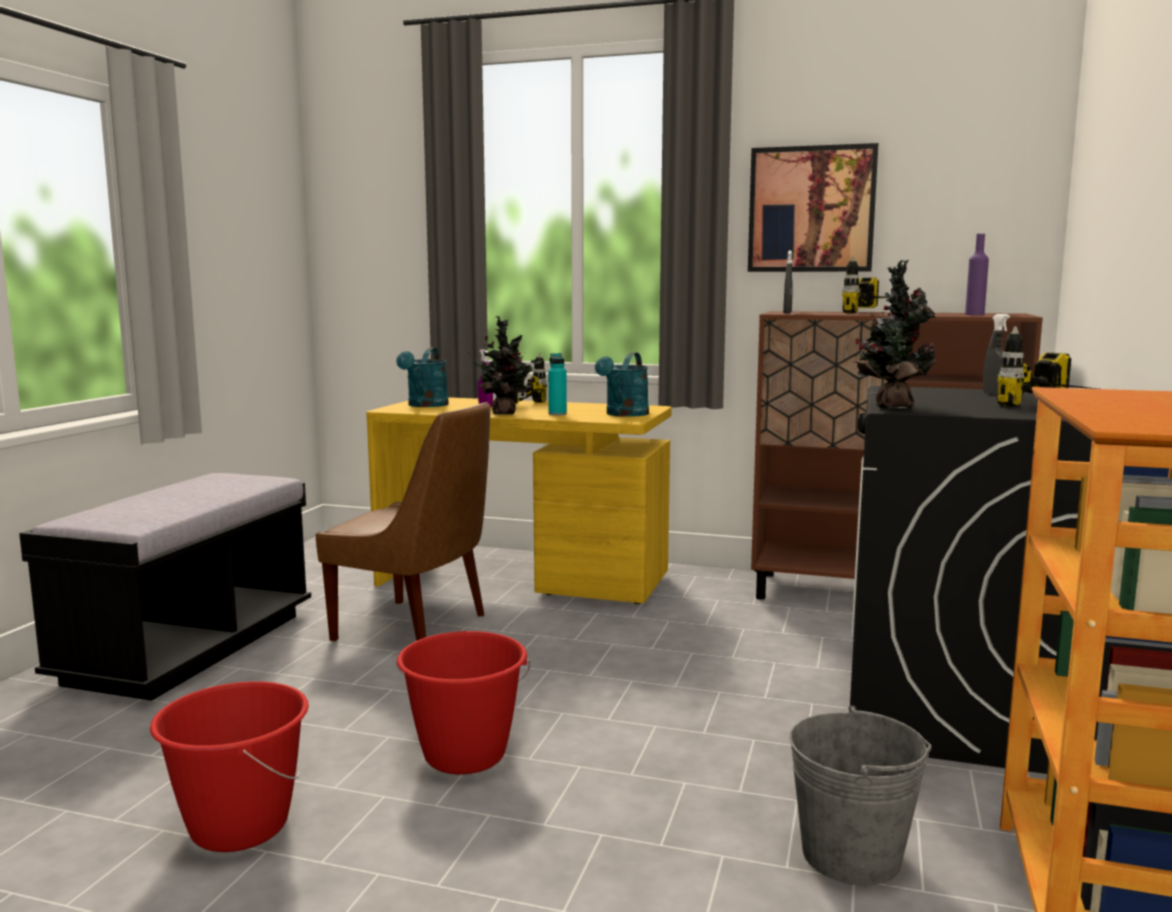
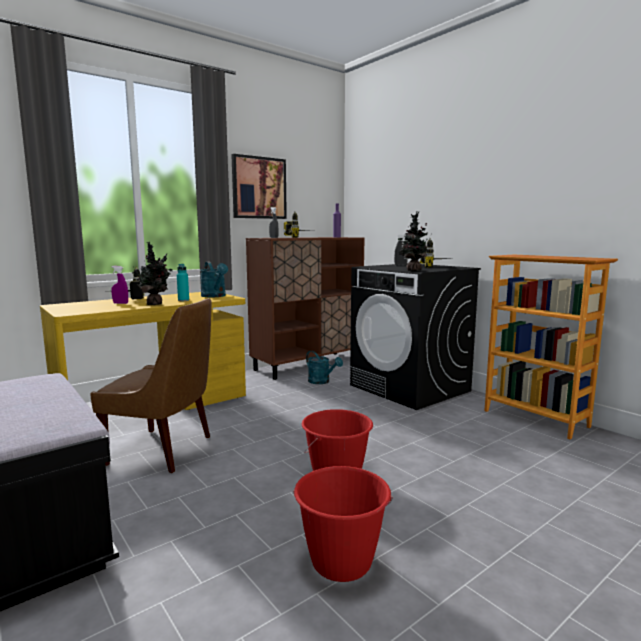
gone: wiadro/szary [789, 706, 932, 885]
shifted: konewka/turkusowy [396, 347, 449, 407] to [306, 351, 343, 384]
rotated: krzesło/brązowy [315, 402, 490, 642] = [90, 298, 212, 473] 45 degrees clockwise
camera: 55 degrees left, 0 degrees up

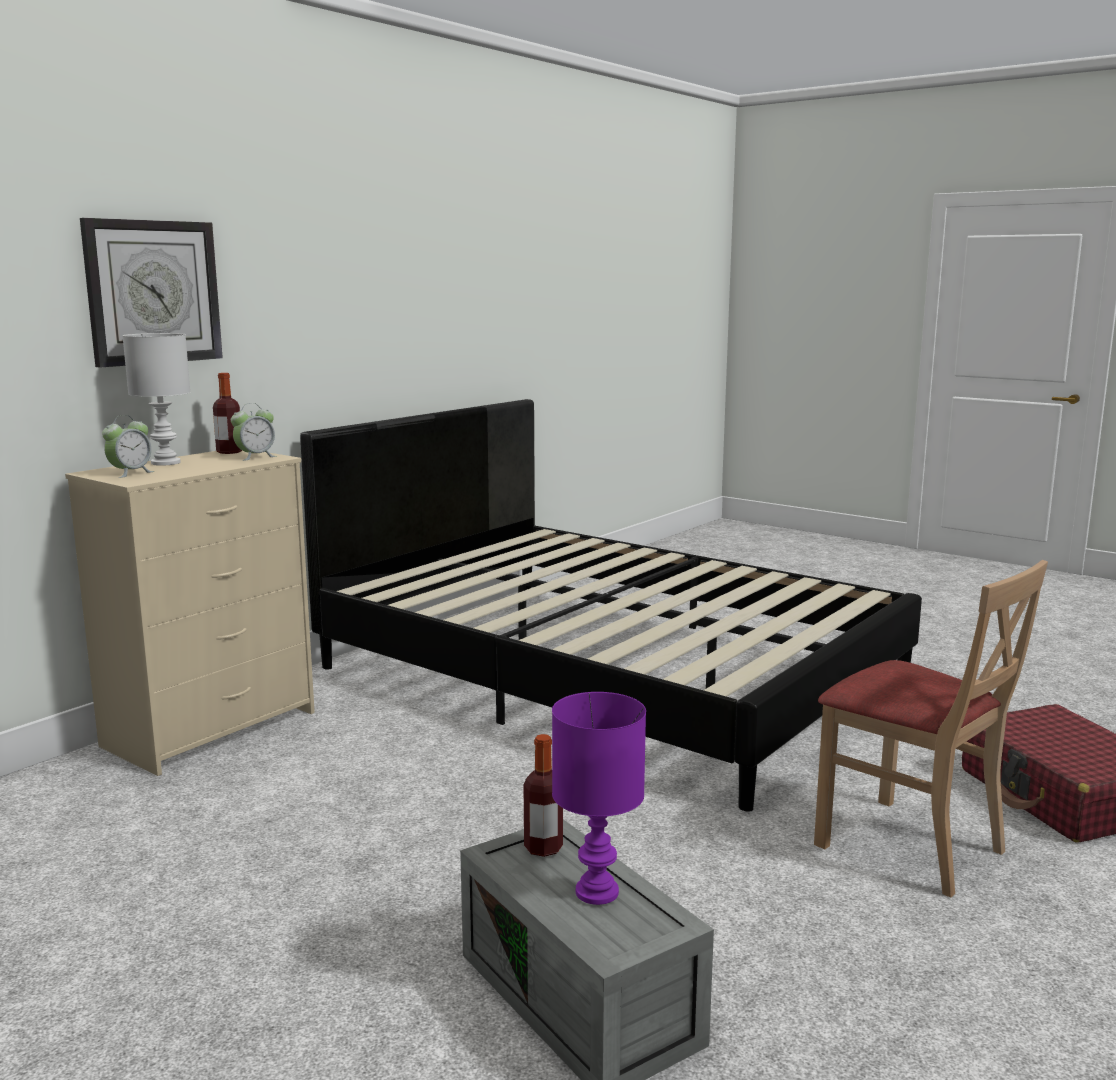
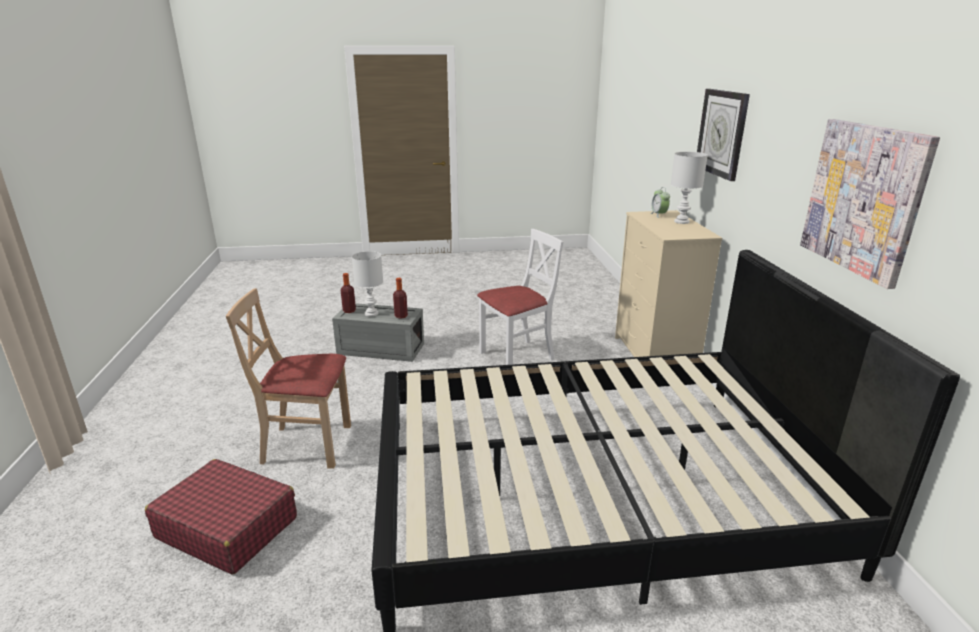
gone: budzik [231, 403, 277, 461]
new: krzesło/biały [477, 229, 563, 365]; obraz [800, 119, 940, 289]
shifted: butelka [213, 373, 242, 454] to [341, 273, 356, 313]
repainted: lampa stołowa/fioletowy [552, 692, 646, 905] to lampa stołowa/biały [352, 251, 383, 317]
camera: 135 degrees right, 10 degrees up

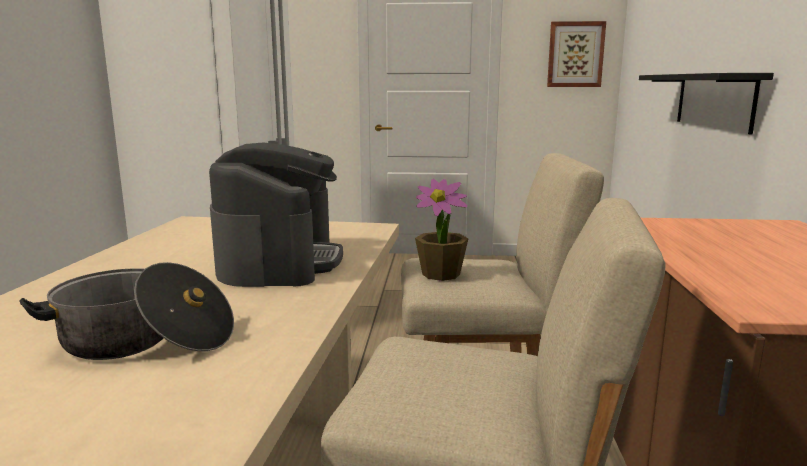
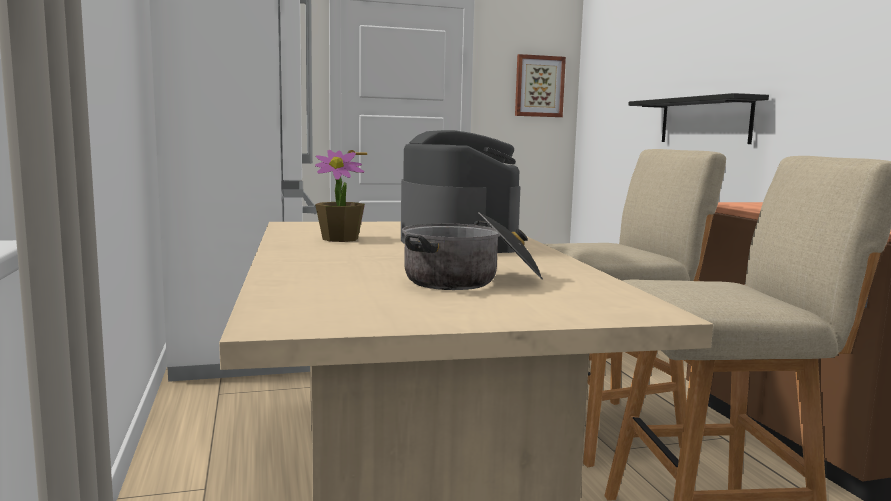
shifted: roślina doniczkowa [415, 179, 469, 281] to [315, 150, 365, 242]
camera: 20 degrees left, 5 degrees down

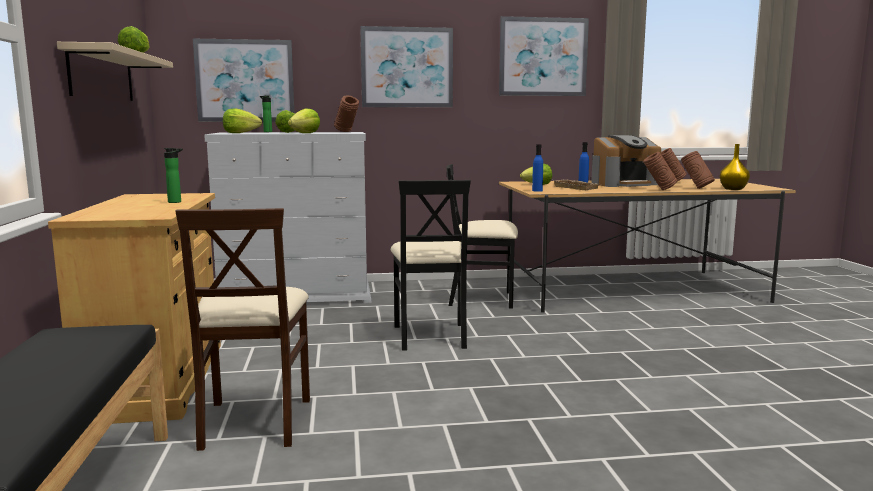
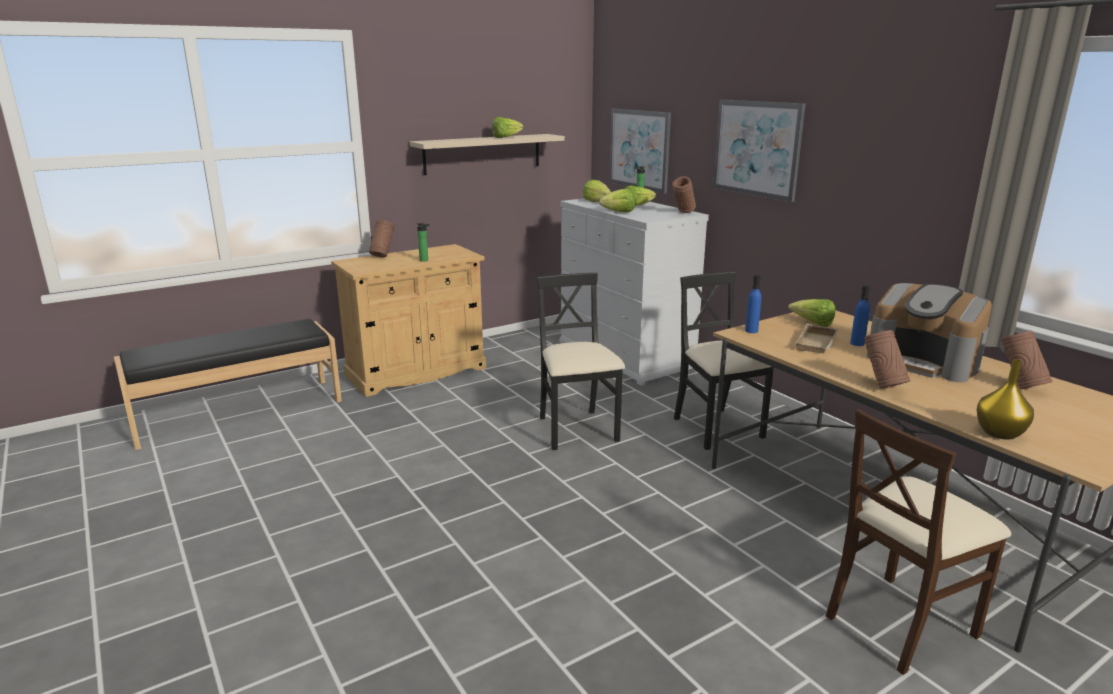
gone: obraz [499, 16, 589, 96]
shifted: krzesło/beżowy [176, 208, 310, 451] to [826, 409, 1011, 675]; wazon/brązowy [681, 151, 715, 189] to [369, 220, 394, 258]
rotated: krzesło/czarny [391, 180, 471, 351] = [537, 273, 625, 450] 105 degrees clockwise
camera: 65 degrees right, 10 degrees up

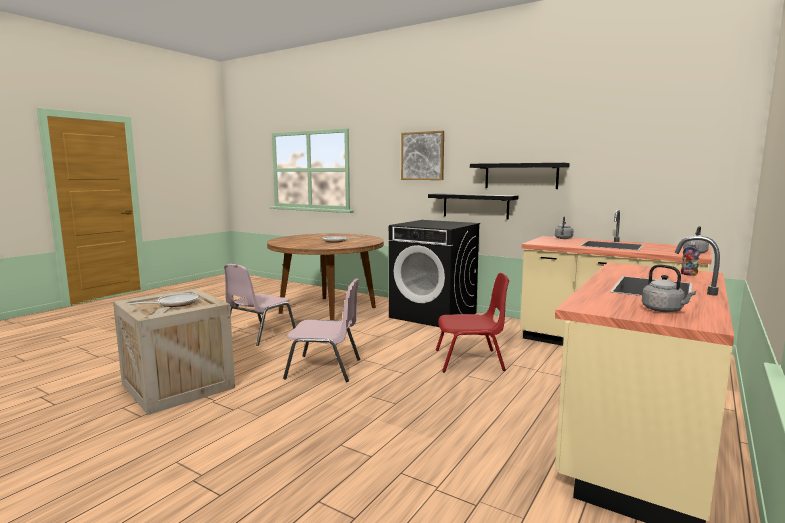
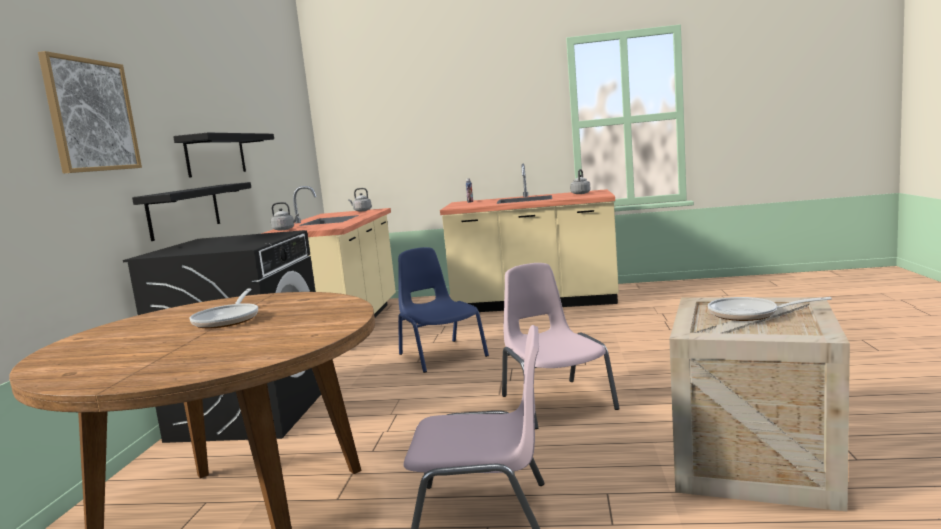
repainted: krzesło/czerwony [436, 273, 509, 372] to krzesło/niebieski [398, 247, 489, 373]
camera: 115 degrees left, 0 degrees up

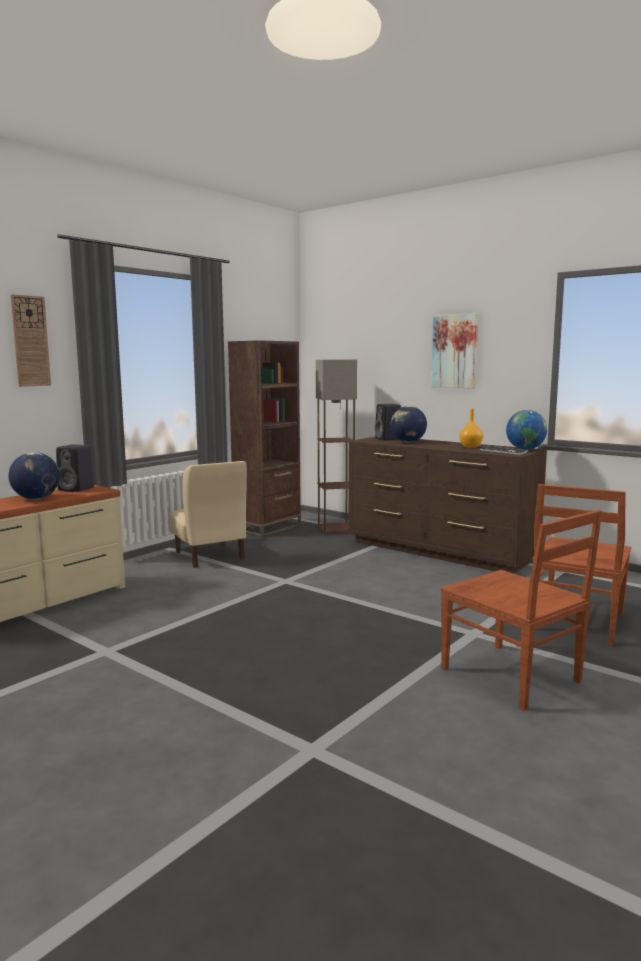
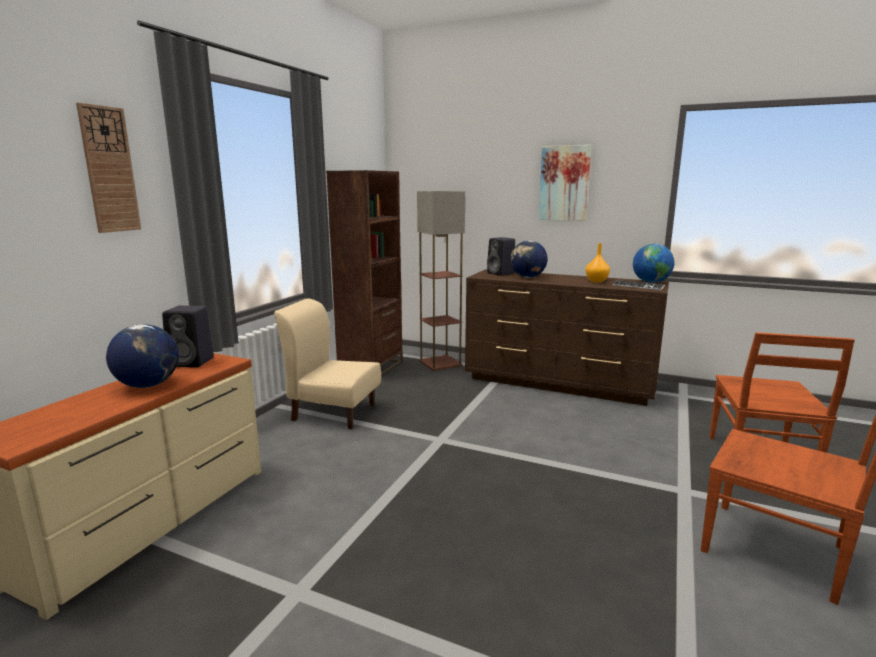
rotated: krzesło/beżowy [169, 461, 247, 568] = [274, 298, 381, 429] 150 degrees clockwise
camera: 15 degrees left, 5 degrees up

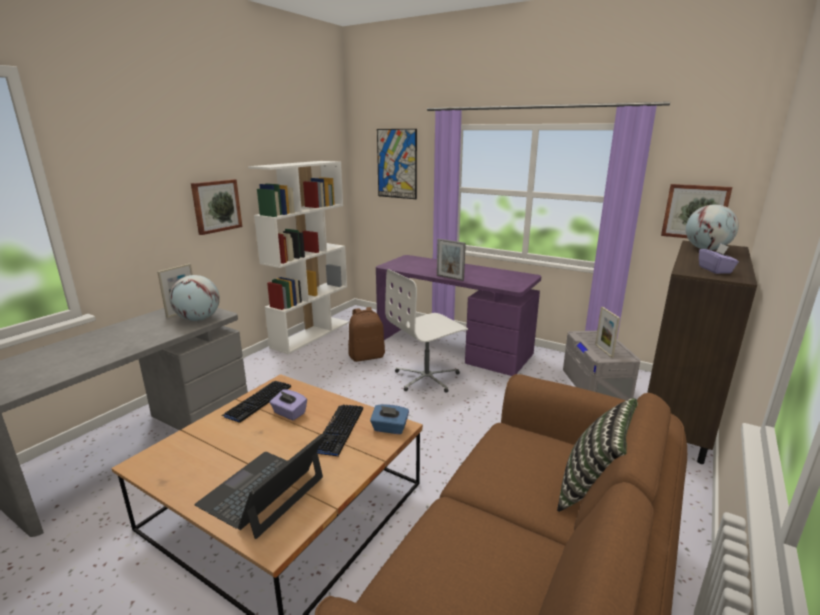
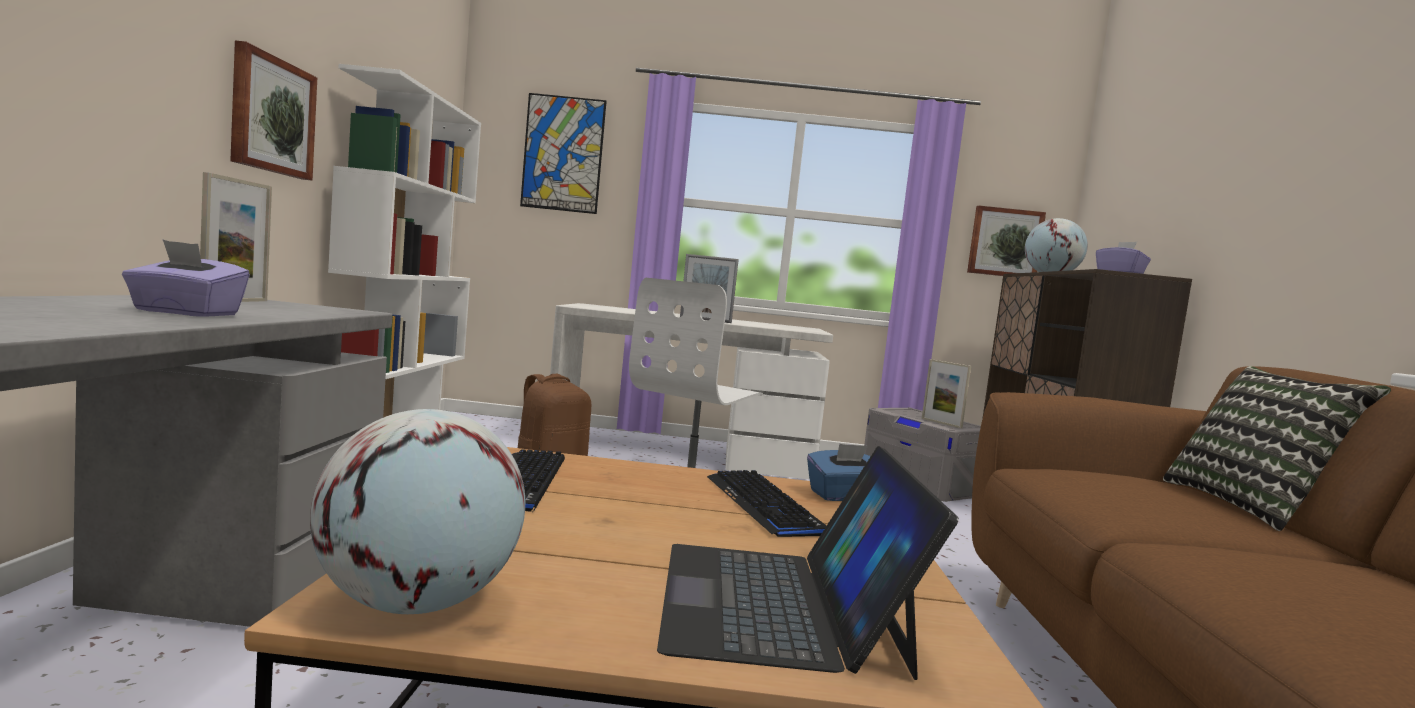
shifted: globus [169, 275, 220, 321] to [310, 409, 525, 614]; pudełko chusteczek/fioletowy [270, 390, 307, 420] to [122, 240, 250, 317]
repainted: biurko/fioletowy [376, 255, 541, 376] to biurko/biały [550, 303, 833, 480]
camera: 30 degrees left, 15 degrees down

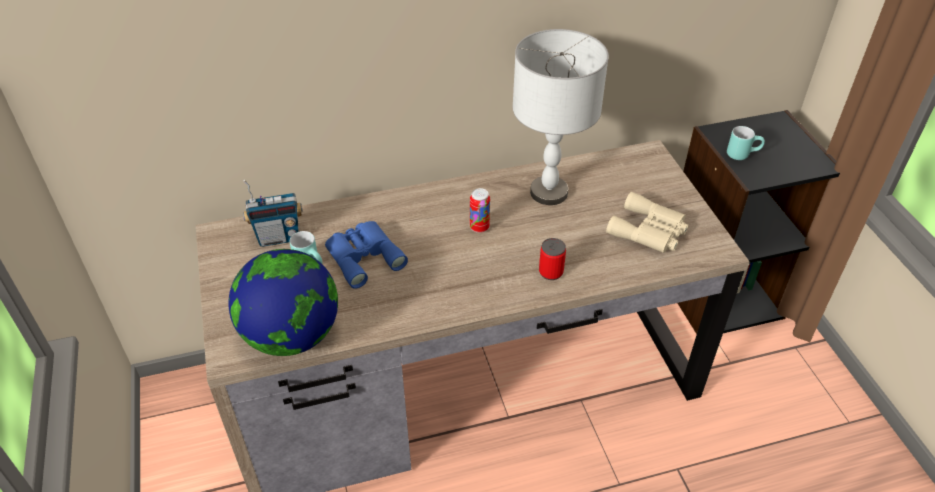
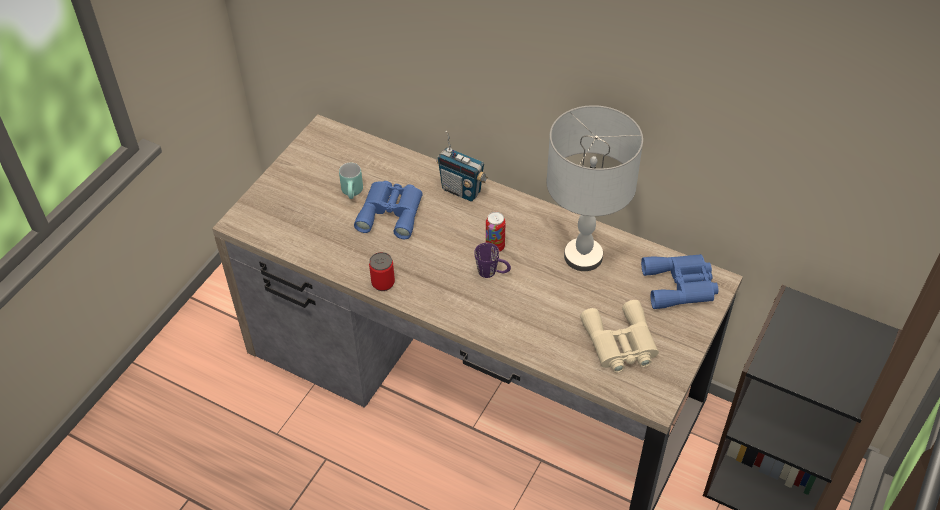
gone: globus [228, 249, 338, 356]; kubek/turkusowy [727, 126, 765, 160]
new: kubek/fioletowy [474, 243, 511, 278]; lornetka/niebieski [641, 254, 718, 309]
shifted: radio [243, 180, 303, 247] to [436, 131, 488, 202]; puszka [539, 238, 566, 280] to [369, 252, 395, 291]
camera: 45 degrees right, 5 degrees up

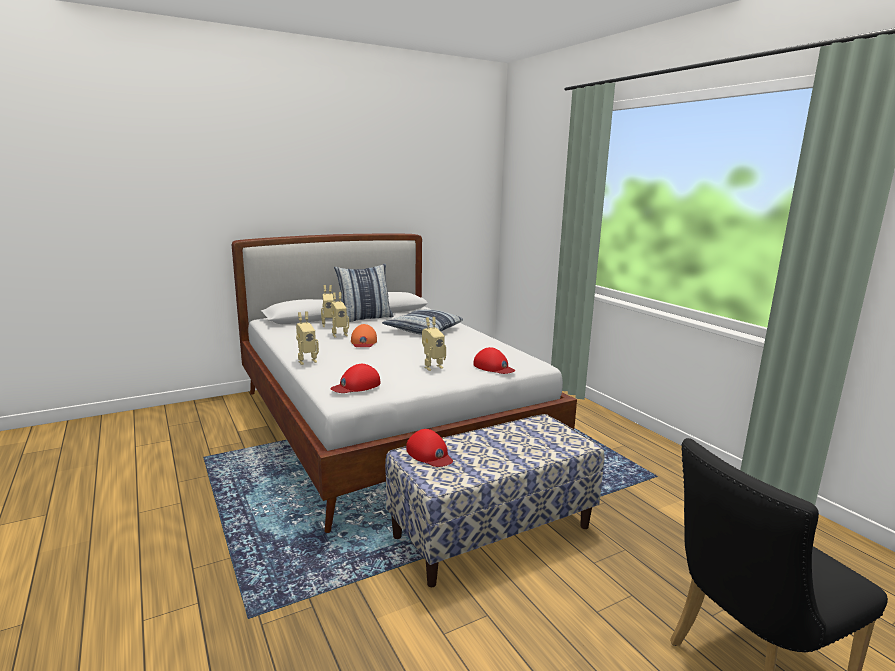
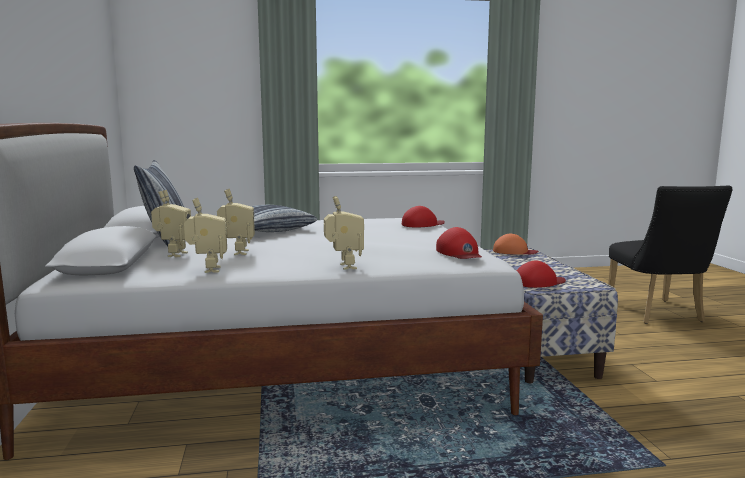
shifted: czapka z daszkiem/pomarańczowy [351, 324, 377, 347] to [493, 234, 539, 255]; robot zabawkowy [422, 317, 446, 371] to [184, 198, 227, 273]
camera: 70 degrees left, 5 degrees down

